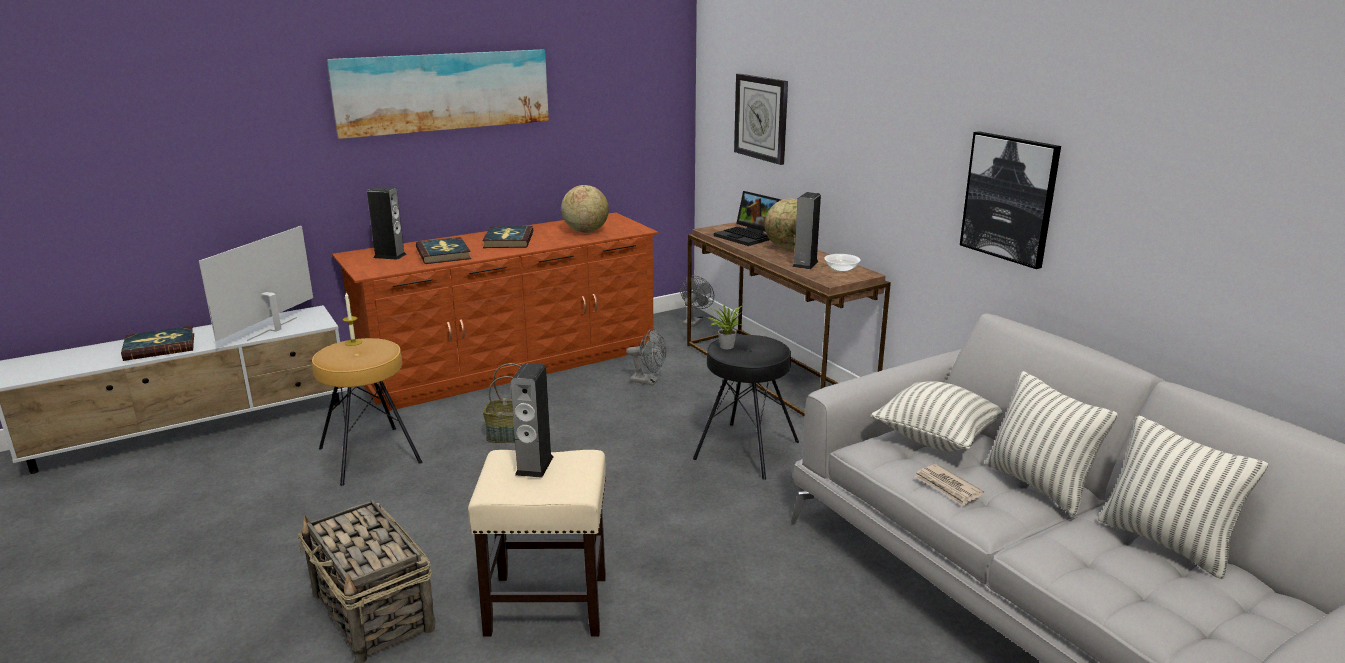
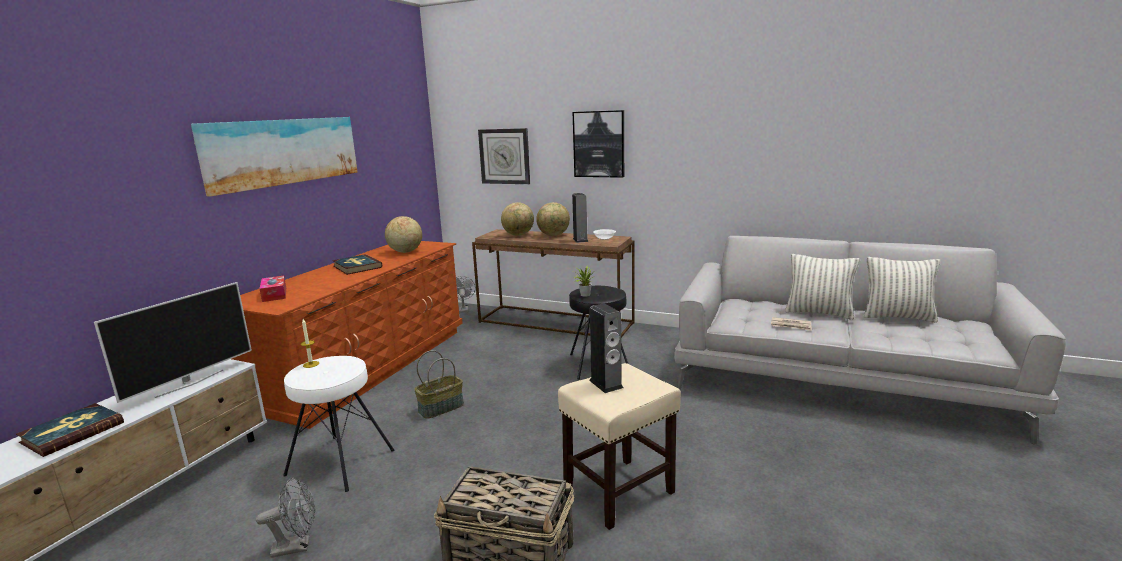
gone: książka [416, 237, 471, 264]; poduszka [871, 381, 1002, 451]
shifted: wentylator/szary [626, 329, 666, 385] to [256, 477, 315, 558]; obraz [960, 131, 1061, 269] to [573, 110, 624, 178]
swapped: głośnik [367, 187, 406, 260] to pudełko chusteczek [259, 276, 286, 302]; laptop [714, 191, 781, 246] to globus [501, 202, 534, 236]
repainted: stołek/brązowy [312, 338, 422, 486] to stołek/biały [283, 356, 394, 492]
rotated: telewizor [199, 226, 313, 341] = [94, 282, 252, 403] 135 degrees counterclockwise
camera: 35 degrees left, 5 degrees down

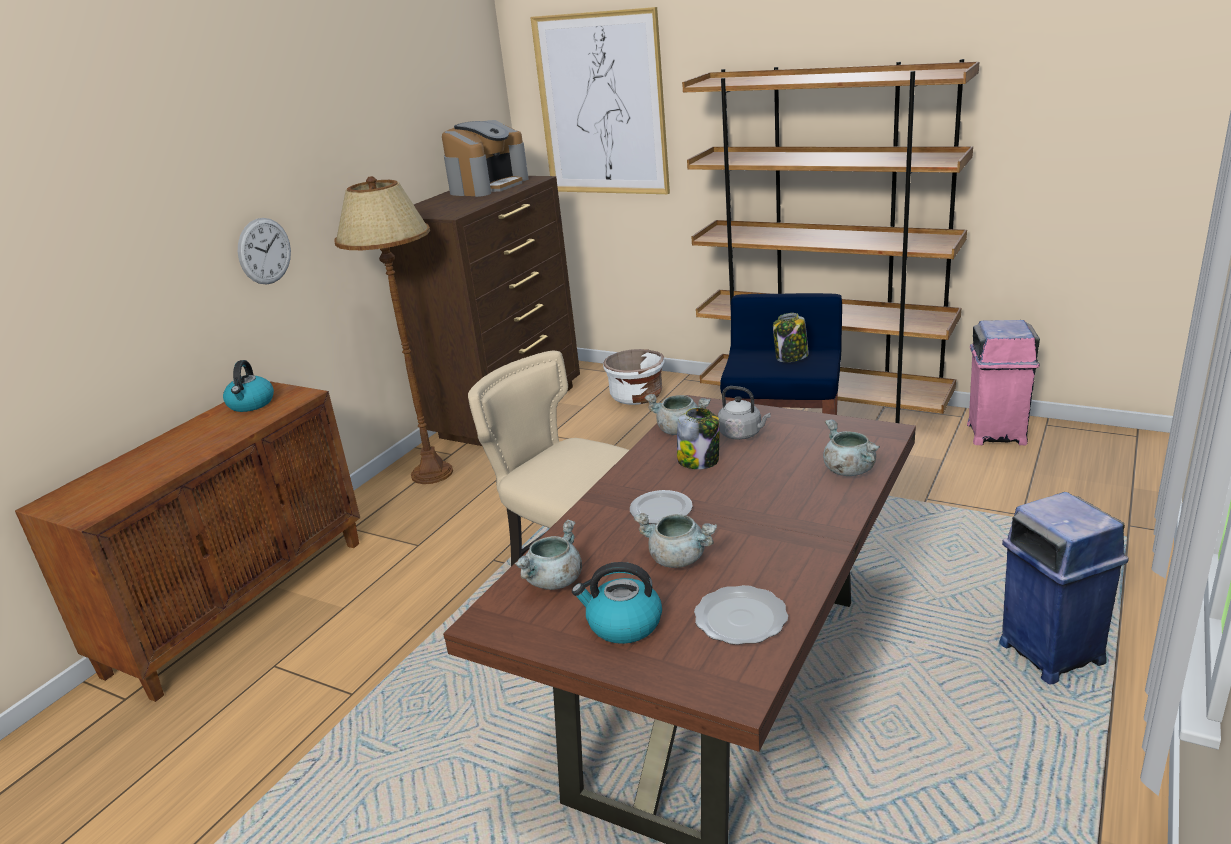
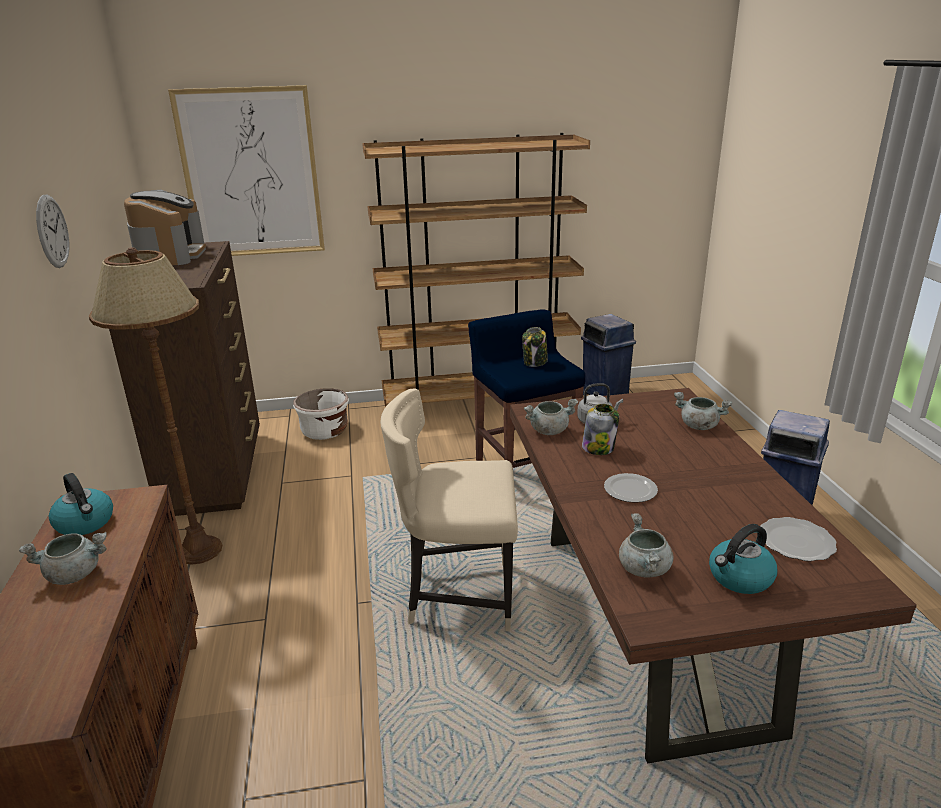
shifted: zegar ścienny [238, 218, 291, 284] to [36, 195, 69, 268]; garnek/szary [634, 513, 717, 568] to [19, 532, 107, 585]
repainted: kosz na śmieci/różowy [967, 320, 1040, 445] to kosz na śmieci/niebieski [581, 314, 636, 396]
camera: 40 degrees left, 0 degrees up

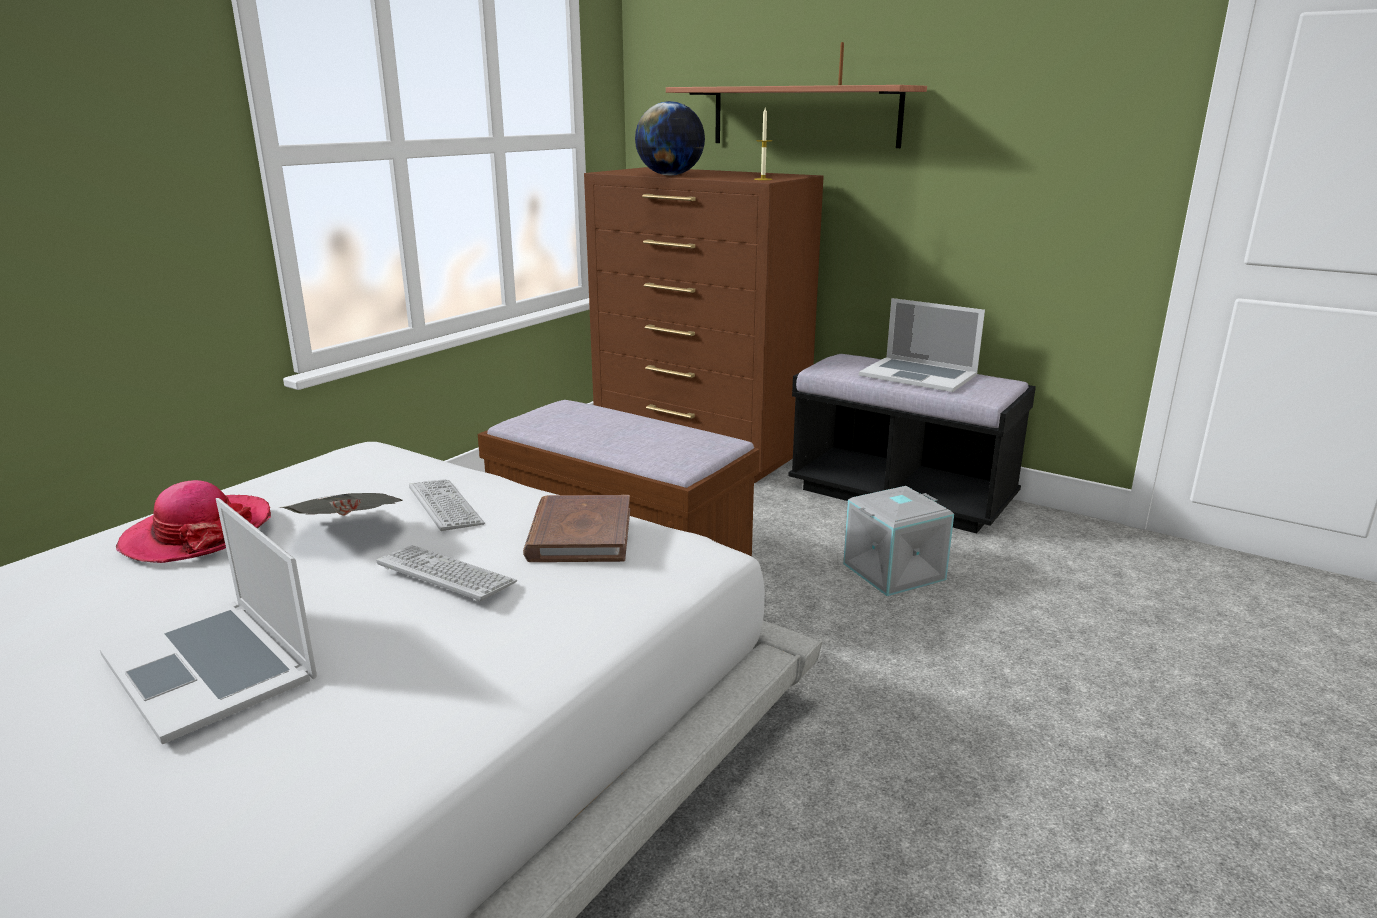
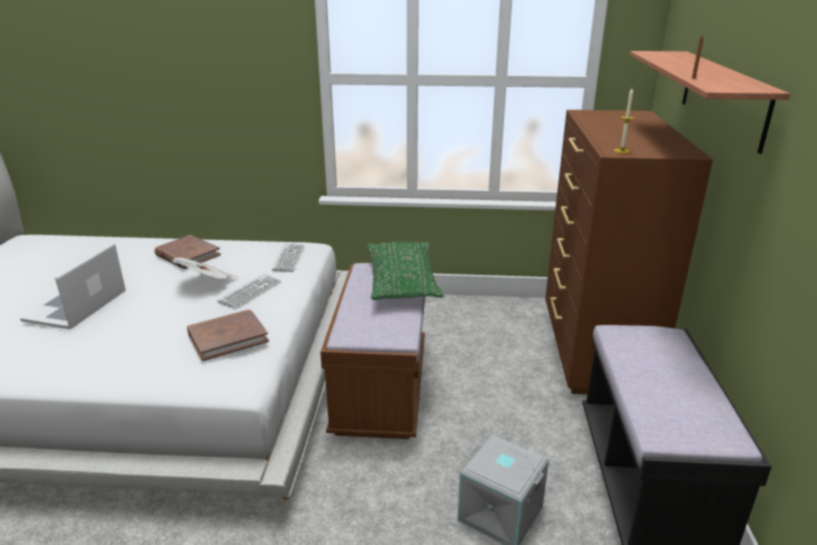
gone: globus [635, 101, 705, 176]; laptop [859, 298, 985, 392]
new: poduszka/zielony [367, 242, 444, 300]
shifted: klawiatura [376, 545, 517, 601] to [272, 243, 304, 272]
swapped: kapelusz [116, 480, 271, 563] to książka/brązowy [154, 235, 221, 269]
camera: 60 degrees right, 5 degrees up

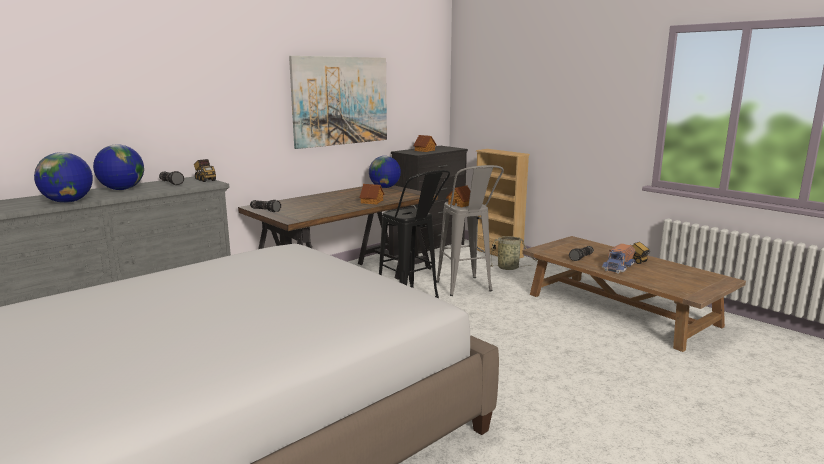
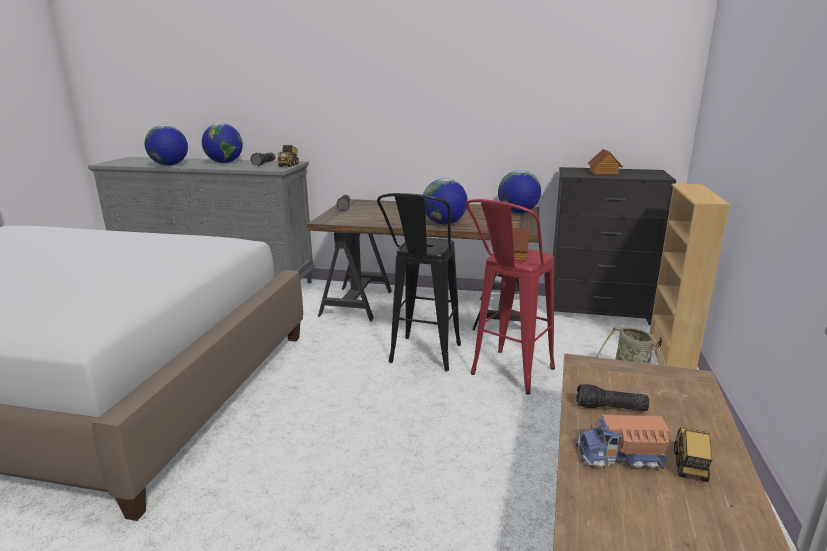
gone: obraz [289, 56, 387, 149]
swapped: domek [359, 184, 384, 204] to globus [423, 178, 468, 225]
repainted: stołek/szary [436, 165, 504, 296] to stołek/czerwony [466, 199, 555, 395]
camera: 55 degrees right, 5 degrees up

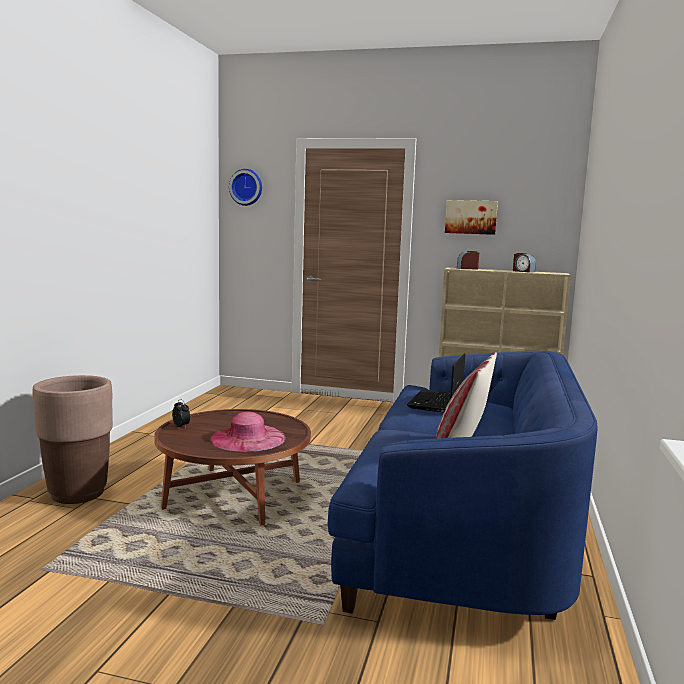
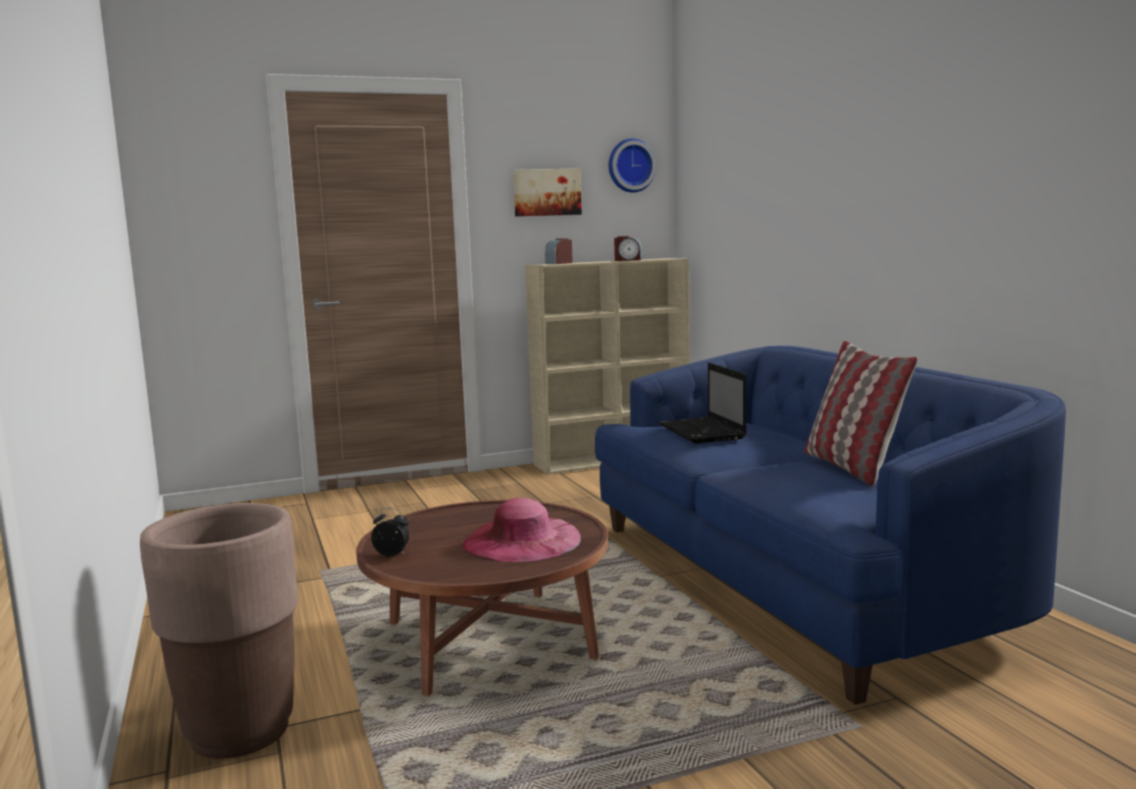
shifted: zegar ścienny [229, 169, 262, 206] to [609, 139, 656, 193]
camera: 35 degrees left, 0 degrees up

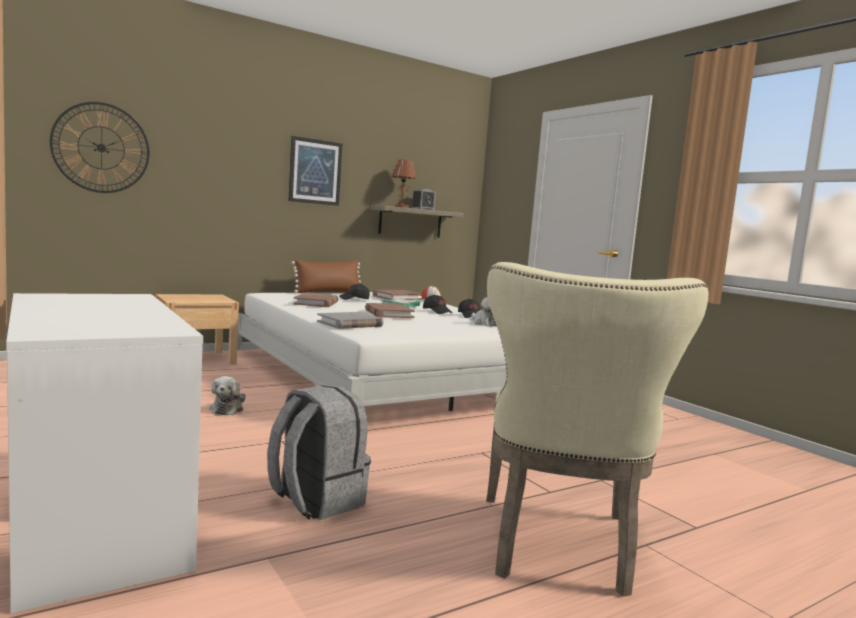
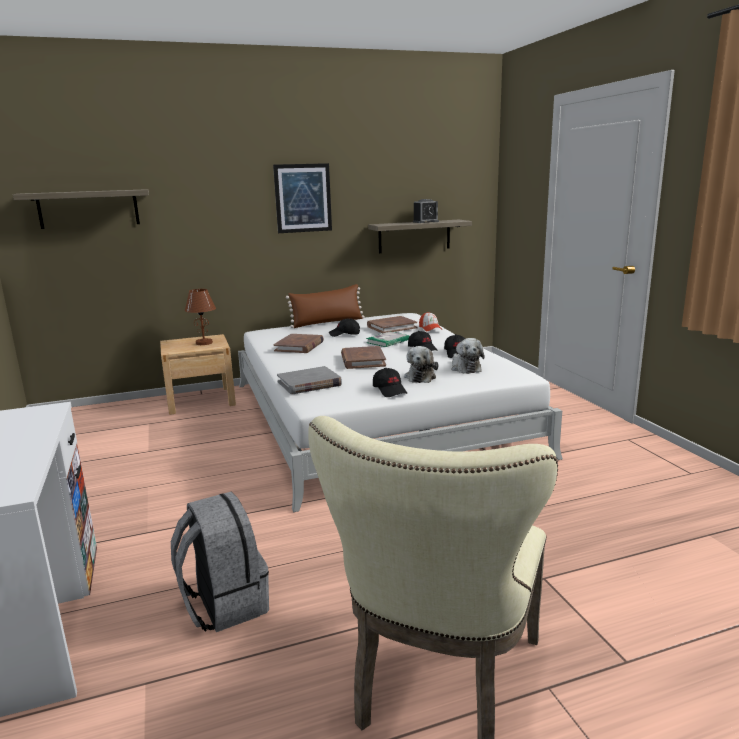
new: czapka z daszkiem/czarny [373, 368, 407, 397]
shifted: pluszak [209, 376, 246, 415] to [404, 346, 438, 383]; lampa stołowa/brązowy [391, 160, 417, 208] to [185, 289, 216, 345]
swapped: zegar ścienny [50, 102, 150, 193] to półka [13, 189, 149, 229]
camera: 15 degrees right, 10 degrees up

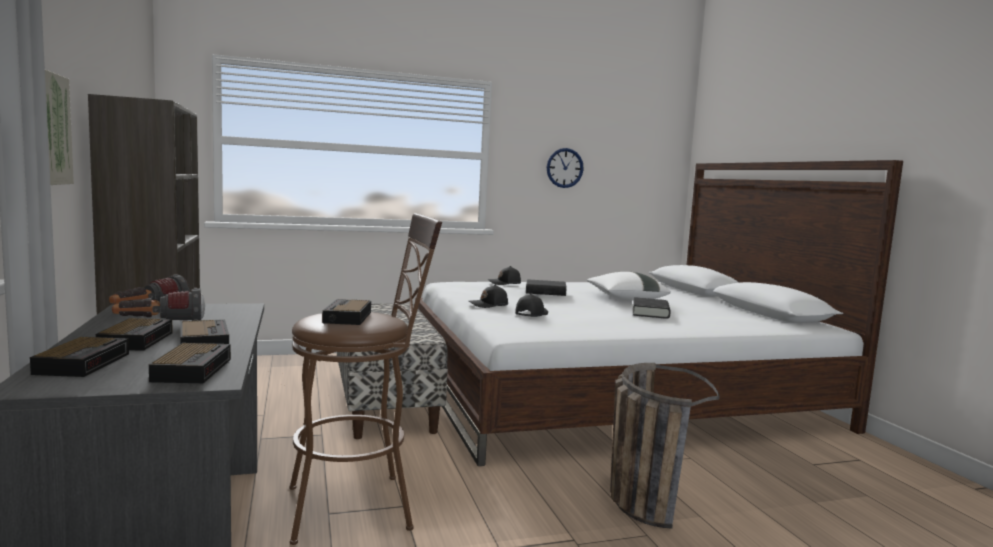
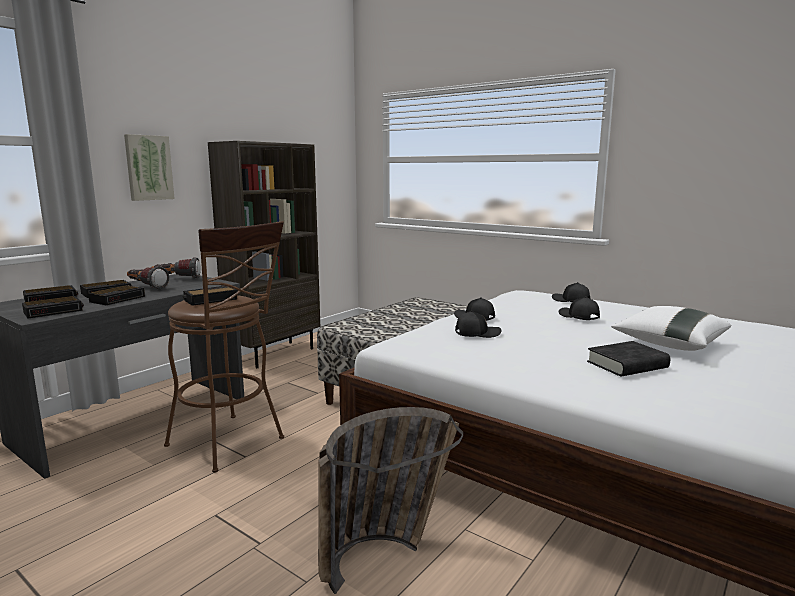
gone: zegar ścienny [547, 148, 584, 188]
swapped: książka/czarny [526, 279, 567, 296] to czapka z daszkiem/czarny [559, 296, 600, 320]
camera: 55 degrees right, 5 degrees up

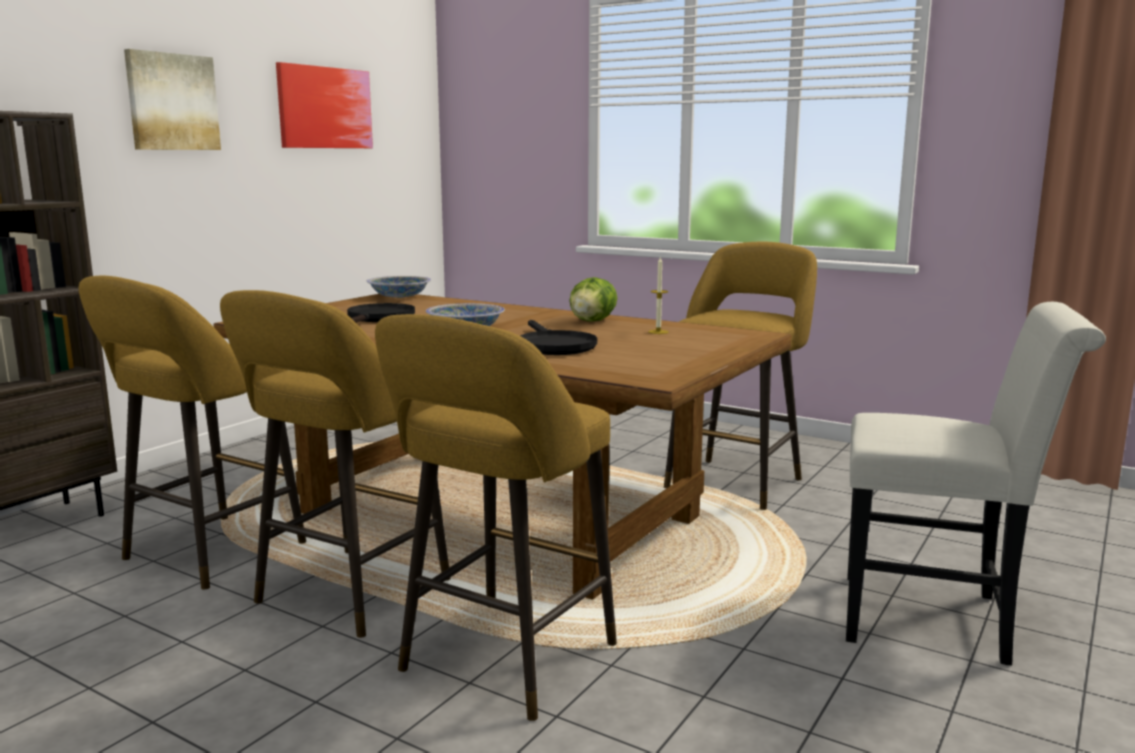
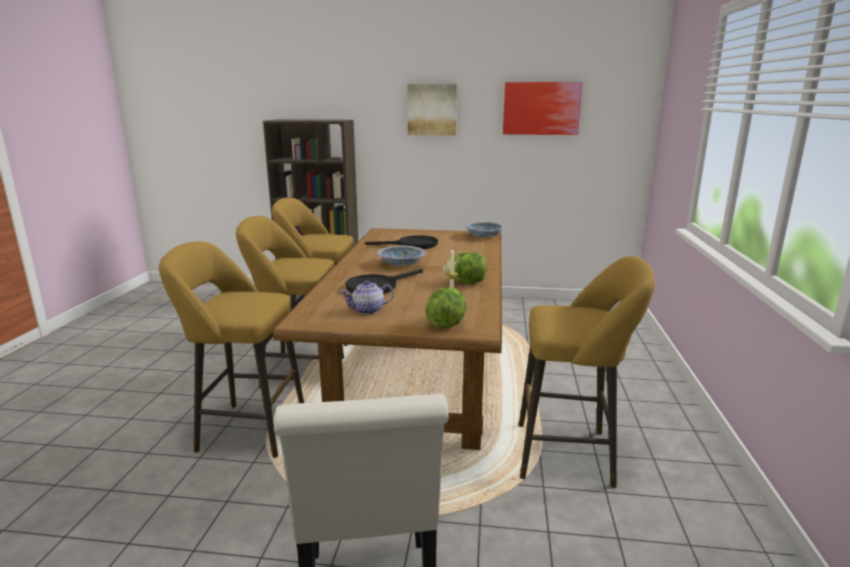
new: imbryk [341, 280, 394, 314]; sałata [425, 287, 467, 329]
camera: 65 degrees right, 5 degrees up

